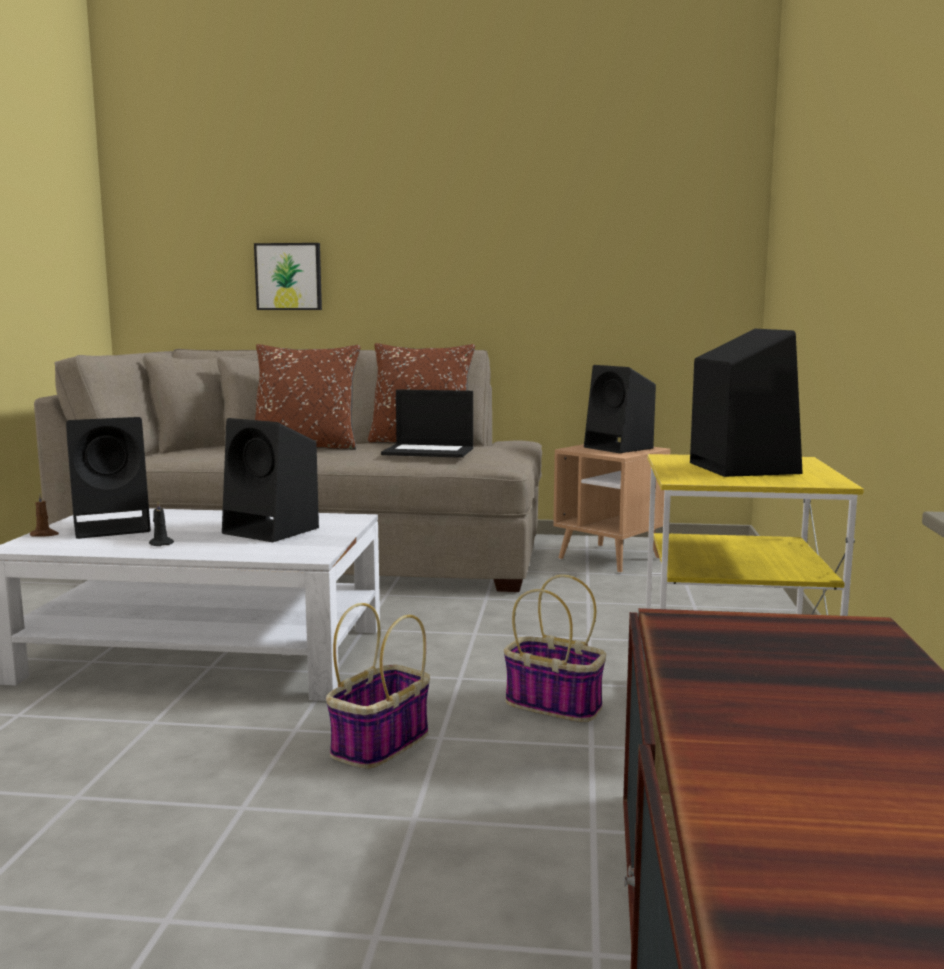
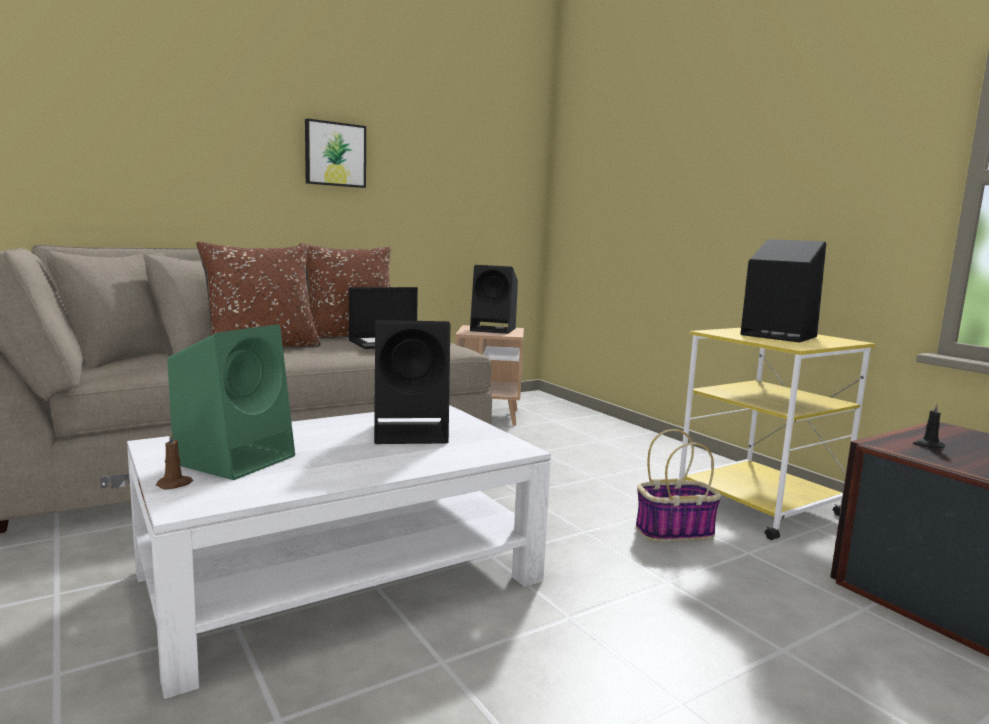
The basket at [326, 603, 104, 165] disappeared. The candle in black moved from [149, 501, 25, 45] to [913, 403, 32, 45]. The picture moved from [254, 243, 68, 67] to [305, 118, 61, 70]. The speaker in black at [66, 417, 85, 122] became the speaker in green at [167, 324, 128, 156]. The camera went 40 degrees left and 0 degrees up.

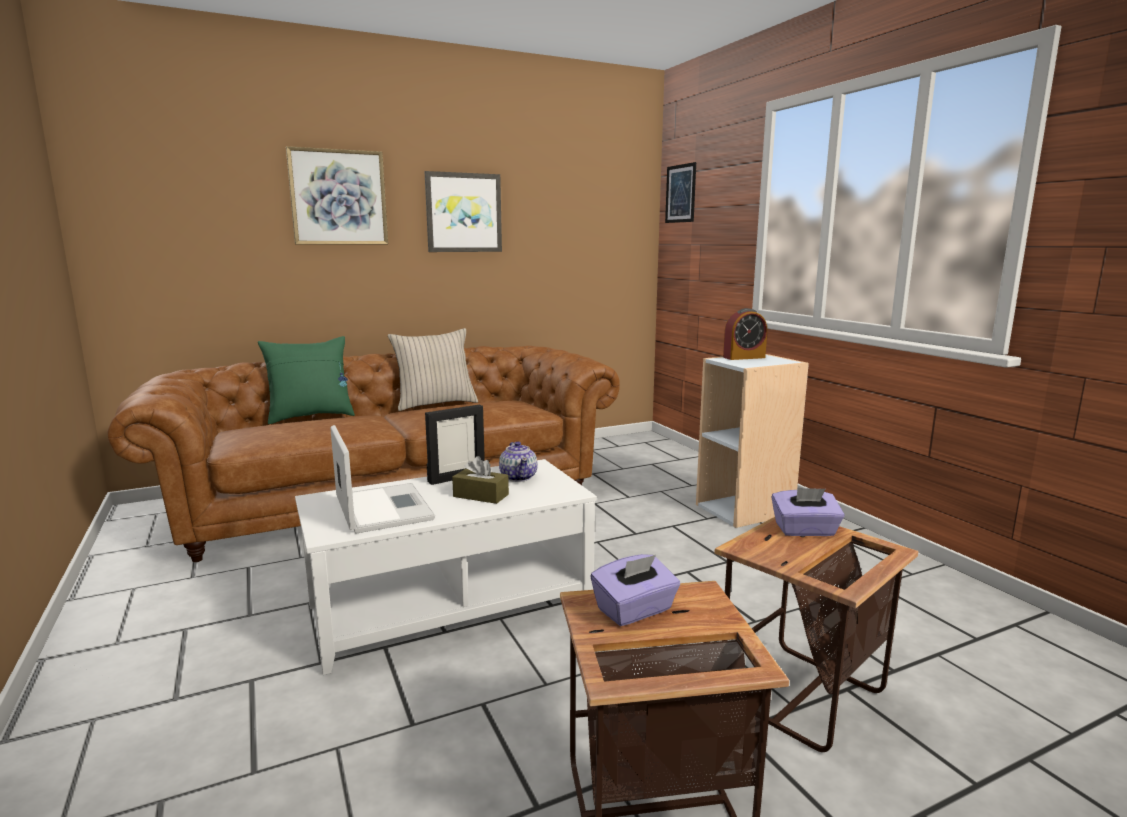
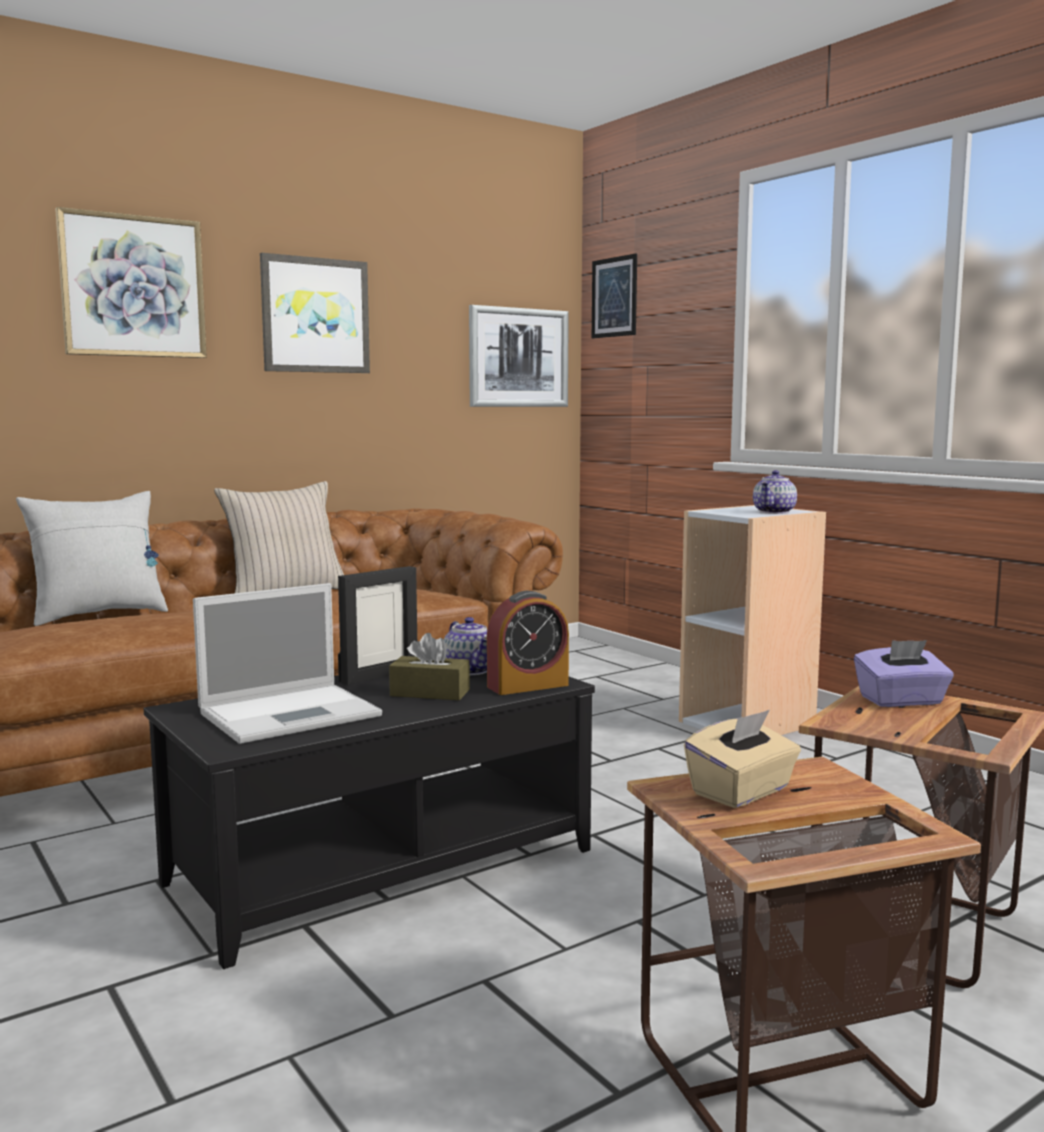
The picture at [469, 305, 100, 102] appeared. The teapot at [753, 470, 44, 44] appeared. The alarm clock moved from [723, 308, 44, 52] to [487, 591, 82, 104]. The pillow in green at [258, 336, 97, 88] became the pillow in grey at [16, 491, 152, 135]. The coffee table in white at [295, 459, 302, 216] became the coffee table in black at [143, 673, 452, 296]. The tissue box in purple at [591, 554, 89, 72] became the tissue box in beige at [684, 710, 117, 98]. The laptop at [330, 425, 105, 109] turned 90 degrees clockwise. The camera went 10 degrees left and 5 degrees down.

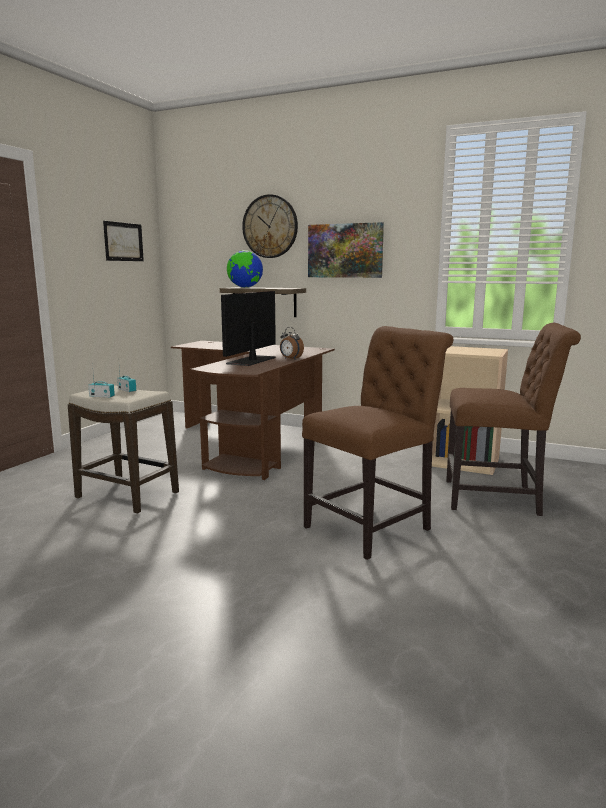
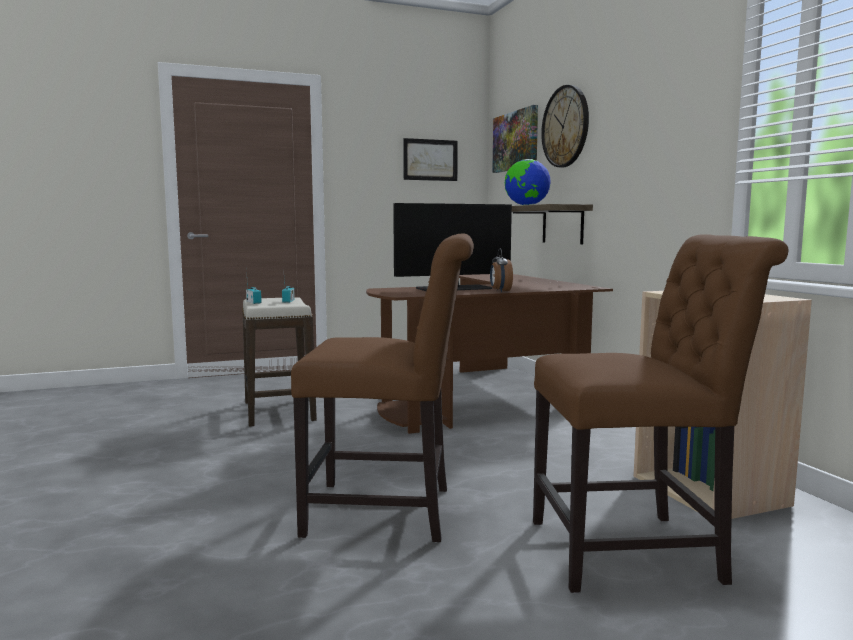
The picture moved from [308, 222, 76, 56] to [492, 105, 46, 68]. The chair in brown at [446, 323, 135, 193] turned 60 degrees counterclockwise. The camera went 45 degrees right and 5 degrees down.

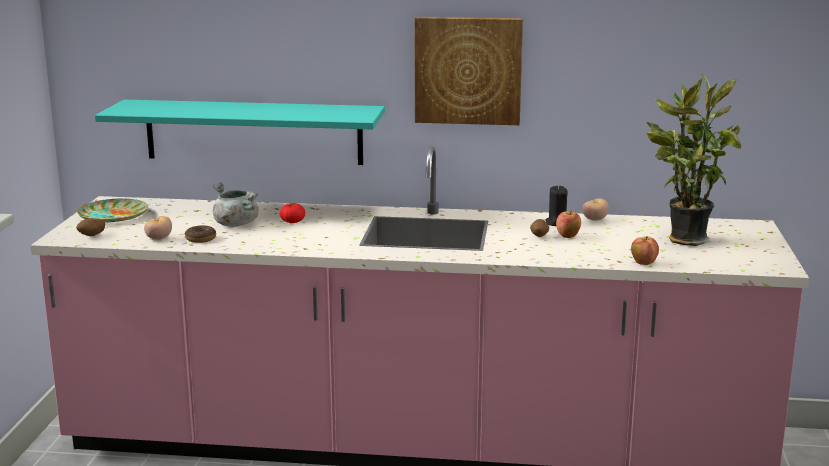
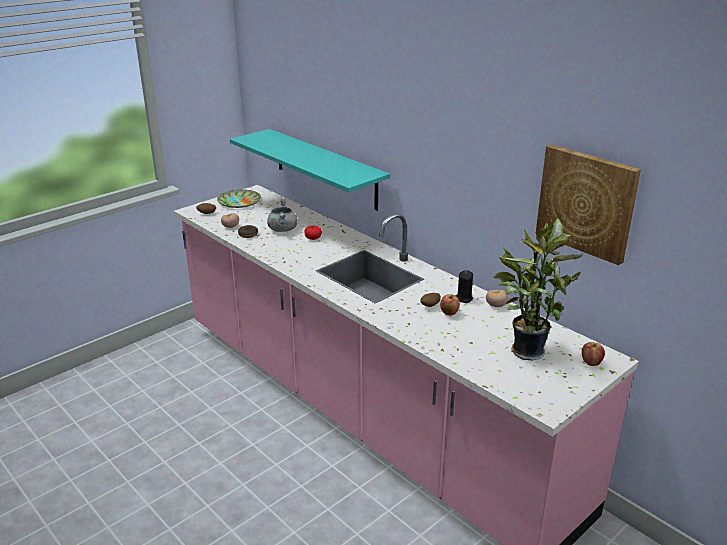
The picture moved from [415, 17, 108, 108] to [536, 144, 105, 121]. The apple moved from [631, 236, 28, 29] to [582, 342, 23, 24]. The camera went 40 degrees right and 10 degrees up.

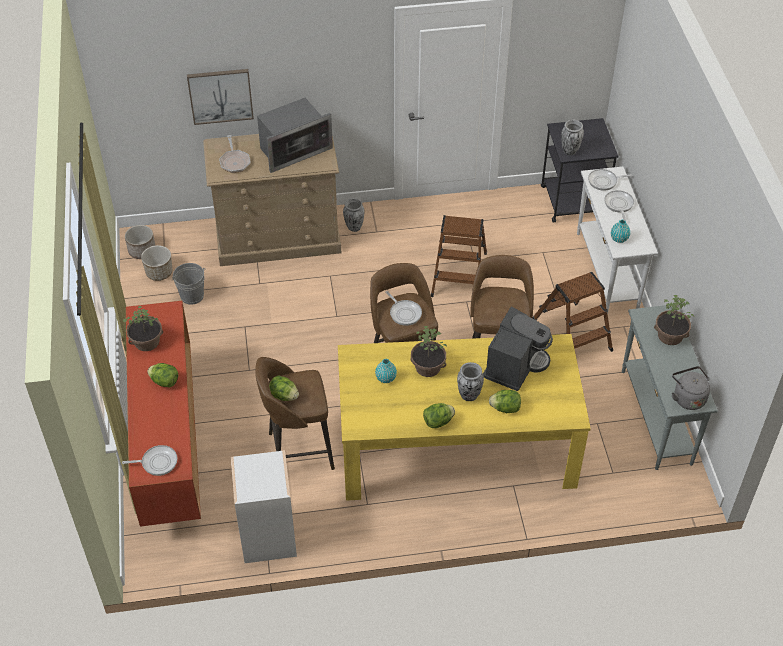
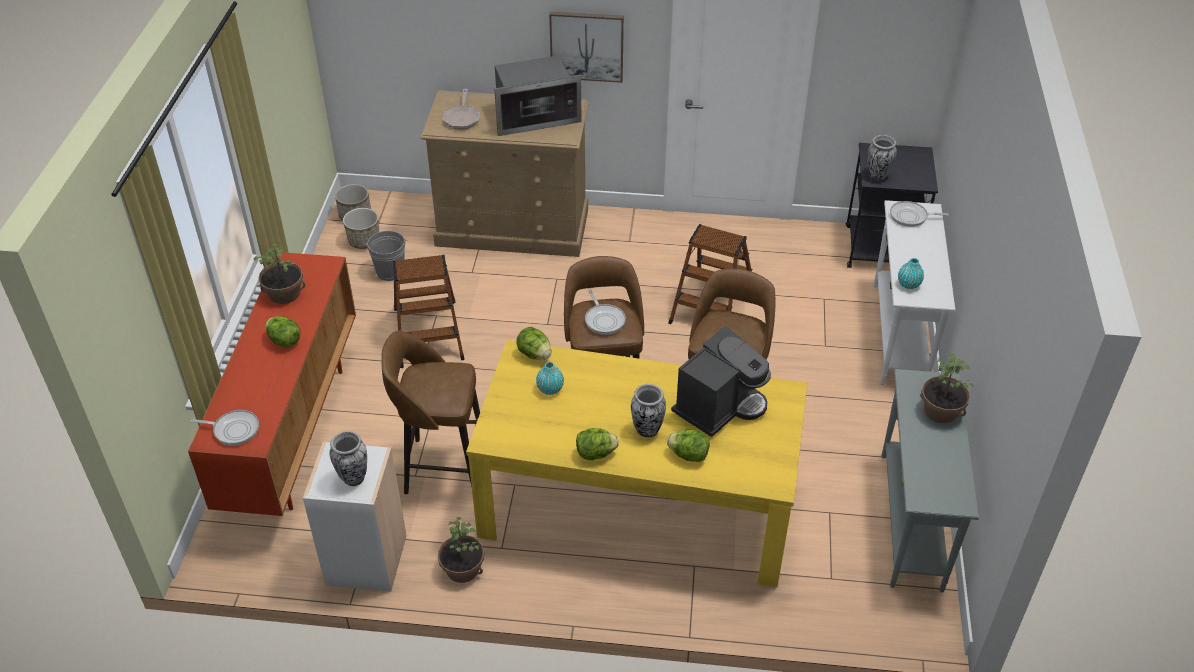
The frying pan at [604, 190, 30, 31] disappeared. The kettle in grey at [672, 366, 38, 44] disappeared. The picture moved from [187, 69, 67, 56] to [549, 12, 75, 71]. The lettuce moved from [269, 375, 30, 26] to [516, 327, 36, 33]. The vase moved from [343, 198, 22, 34] to [330, 431, 37, 55]. The potted plant moved from [410, 326, 37, 51] to [438, 517, 46, 66]. The step ladder in brown moved from [533, 272, 80, 80] to [393, 254, 71, 114]. The camera went 15 degrees right and 5 degrees down.

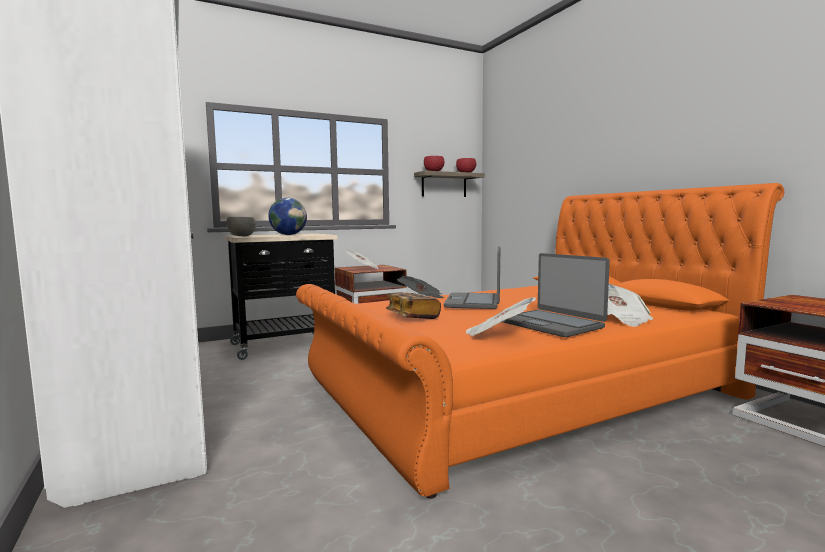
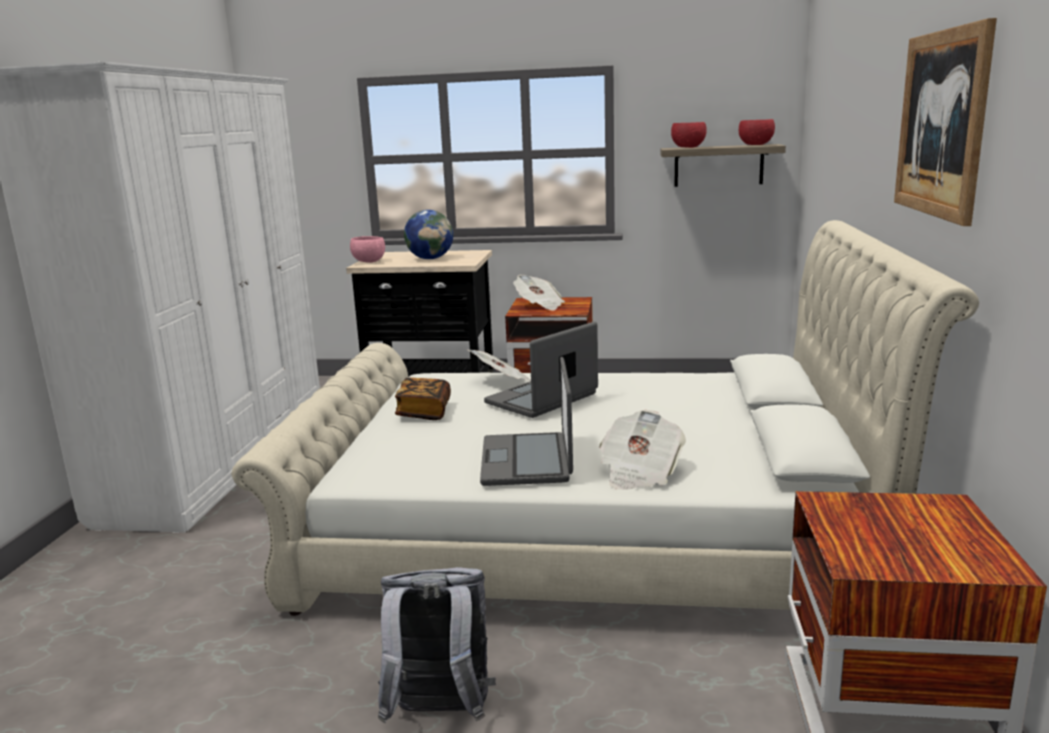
The newspaper at [466, 297, 70, 39] disappeared. The backpack in grey at [378, 567, 118, 156] appeared. The picture at [894, 18, 103, 208] appeared. The bowl in grey at [226, 217, 30, 20] became the bowl in pink at [350, 236, 35, 27]. The bed in orange at [296, 183, 488, 316] became the bed in beige at [231, 220, 748, 396]. The camera went 35 degrees right and 10 degrees up.

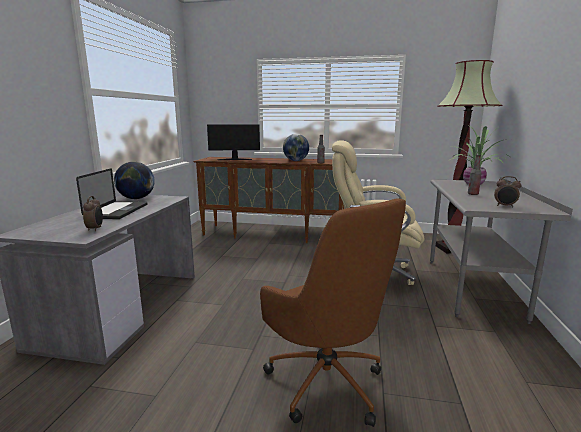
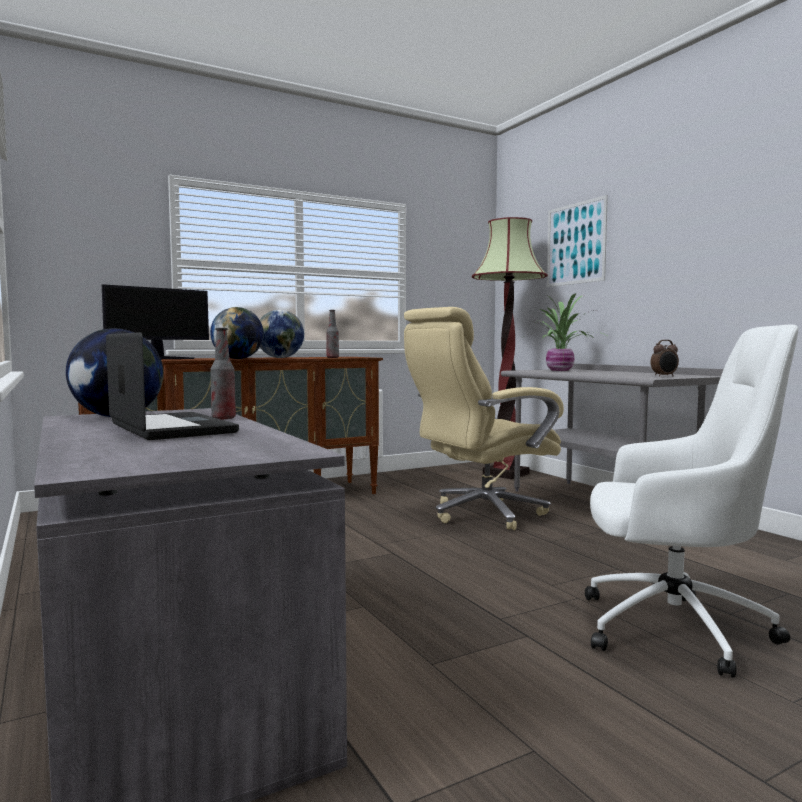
The alarm clock at [83, 196, 20, 35] disappeared. The globe at [210, 307, 54, 52] appeared. The picture at [547, 195, 61, 92] appeared. The bottle moved from [468, 155, 14, 40] to [211, 328, 25, 91]. The office chair in brown at [260, 199, 146, 228] became the office chair in white at [585, 325, 213, 353]. The camera went 40 degrees left and 10 degrees down.

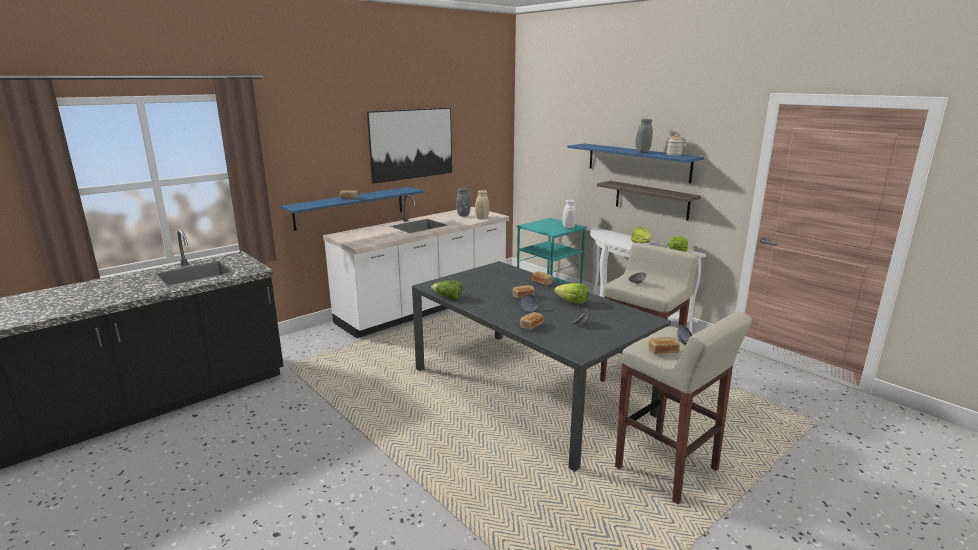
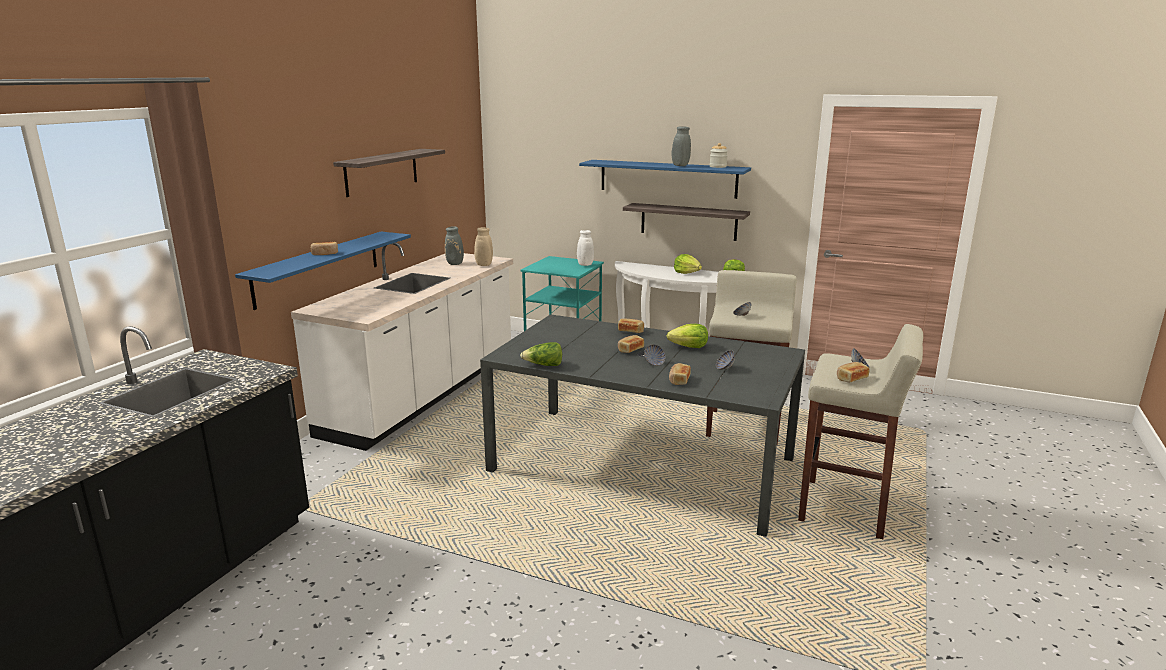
The picture at [367, 108, 85, 76] was replaced by the shelf at [333, 149, 112, 48]. The camera went 25 degrees left and 0 degrees up.

